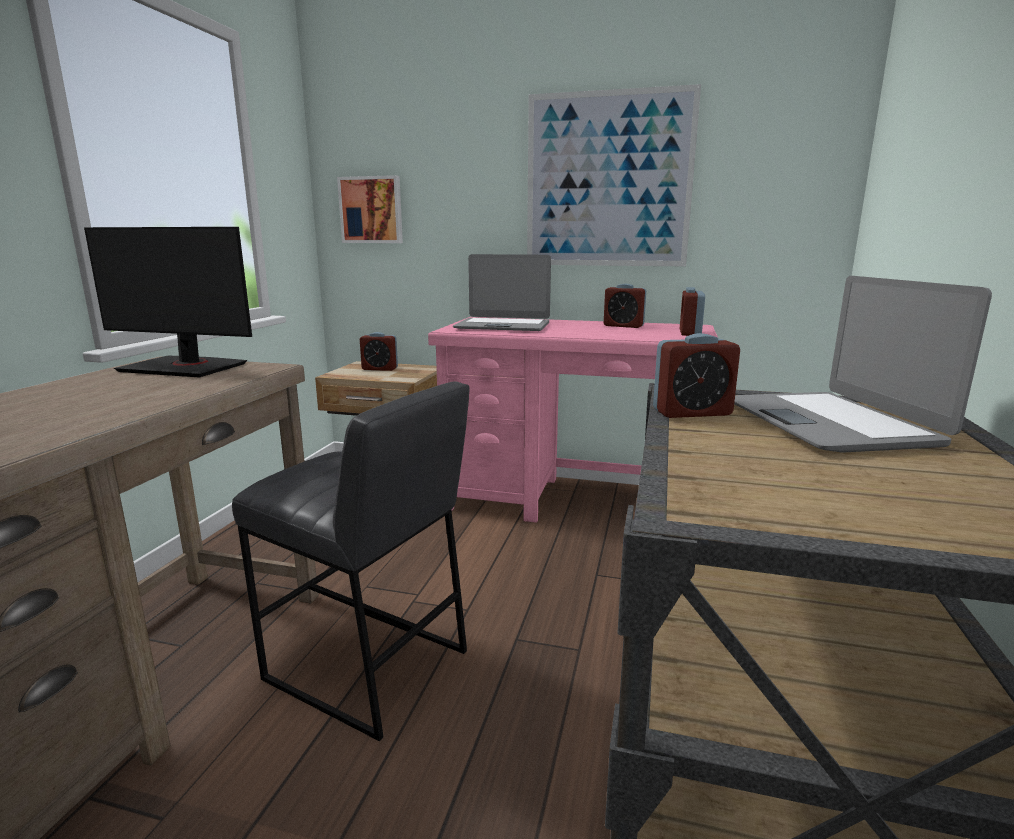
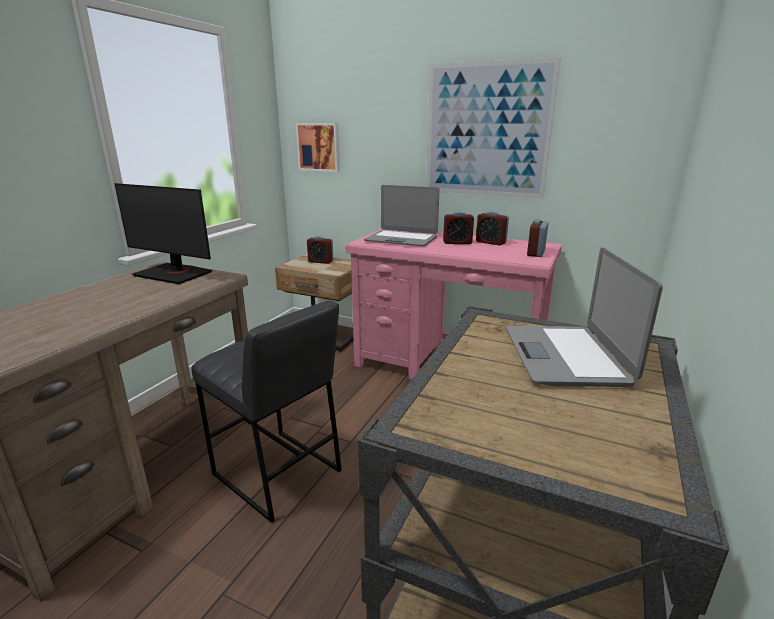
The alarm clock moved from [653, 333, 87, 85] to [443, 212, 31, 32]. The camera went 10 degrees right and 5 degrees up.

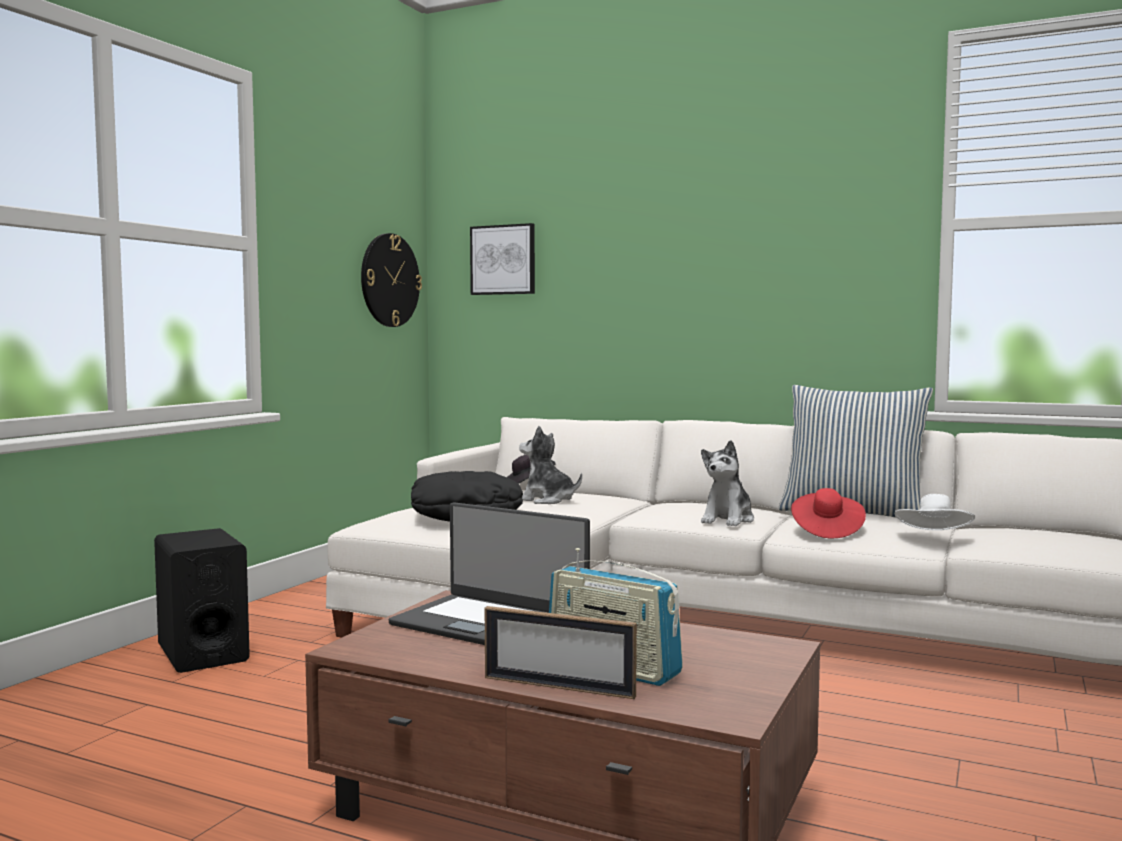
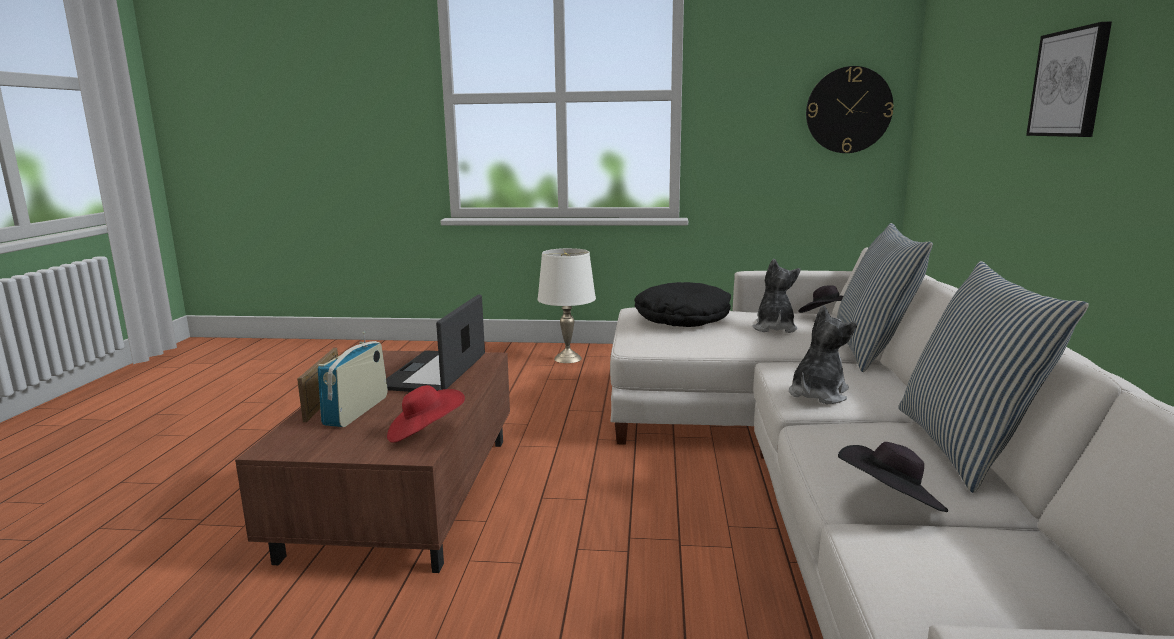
The pillow at [837, 223, 96, 149] appeared. The picture moved from [470, 223, 65, 72] to [1026, 22, 86, 115]. The hat in red moved from [791, 488, 75, 50] to [387, 385, 78, 58]. The speaker in black at [154, 528, 96, 145] was replaced by the table lamp in white at [537, 248, 59, 115]. The hat in white at [895, 494, 80, 37] became the hat in black at [838, 442, 110, 70]. The plush toy at [701, 440, 53, 86] turned 120 degrees clockwise. The camera went 70 degrees right and 10 degrees up.

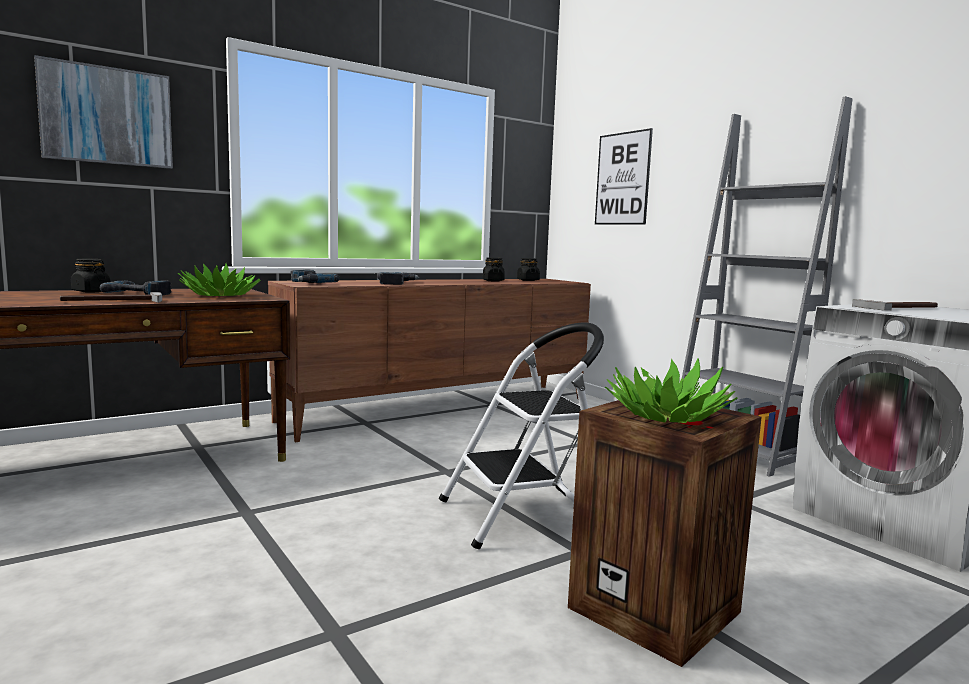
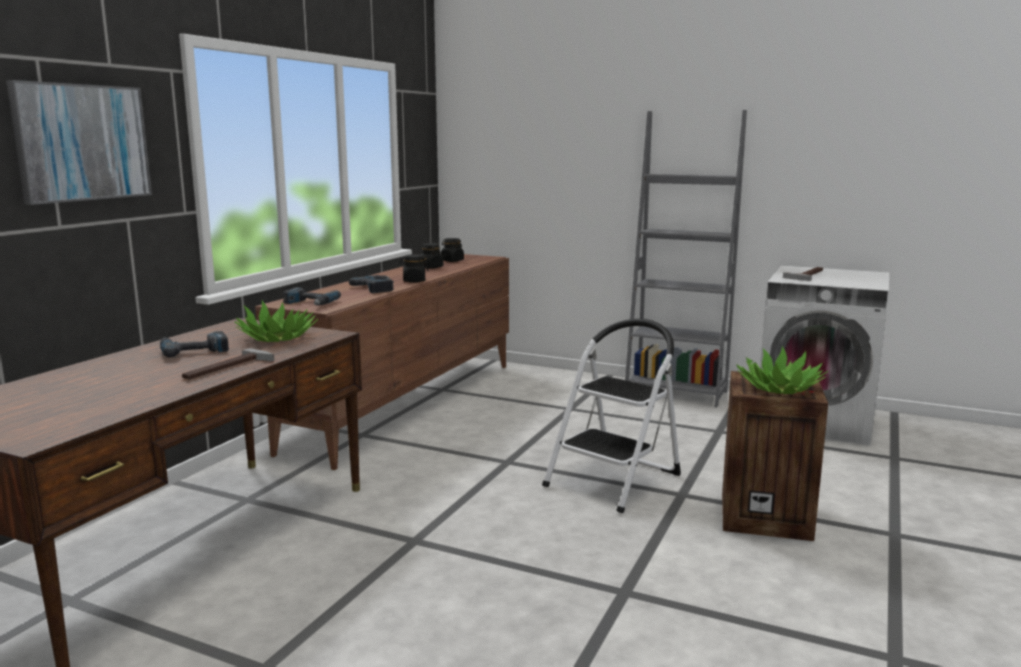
The picture at [595, 128, 58, 97] disappeared. The jar in black moved from [71, 259, 39, 33] to [399, 255, 29, 28]. The camera went 30 degrees left and 5 degrees up.

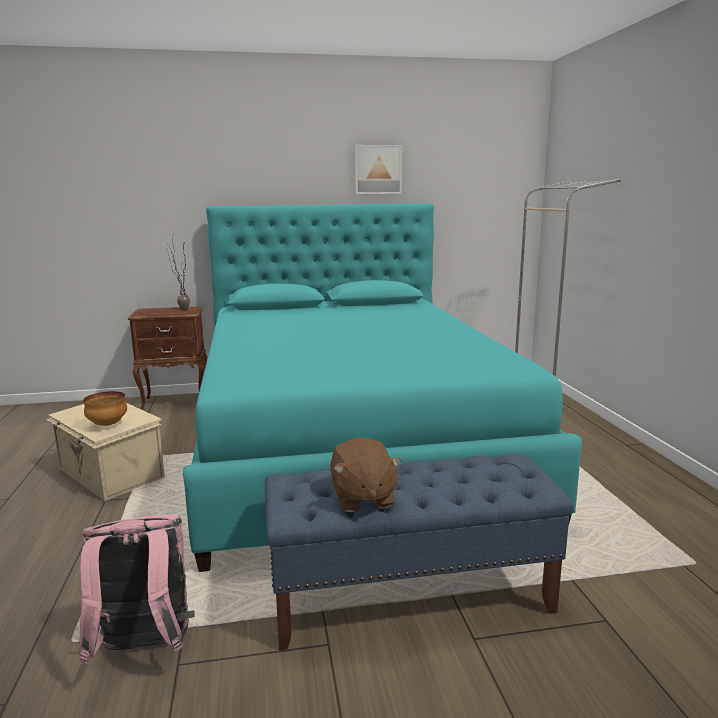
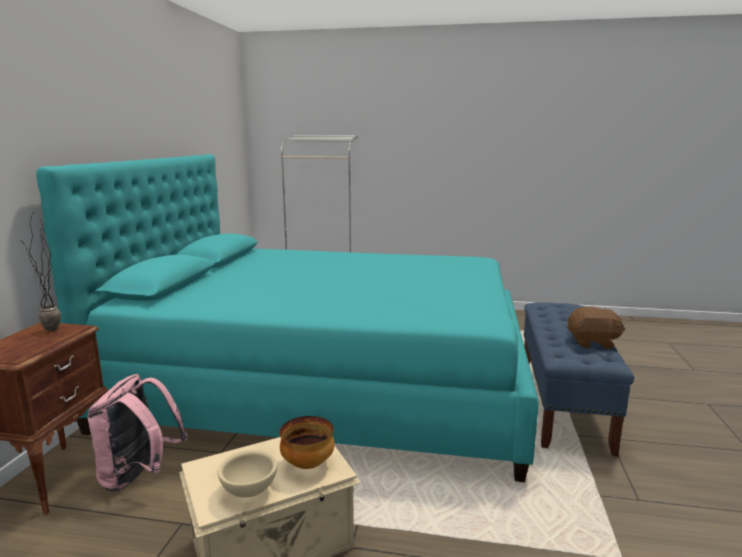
The picture at [355, 145, 47, 49] disappeared. The bowl in beige at [218, 449, 60, 49] appeared. The backpack in pink moved from [79, 514, 116, 151] to [88, 374, 100, 118]. The camera went 70 degrees left and 0 degrees up.

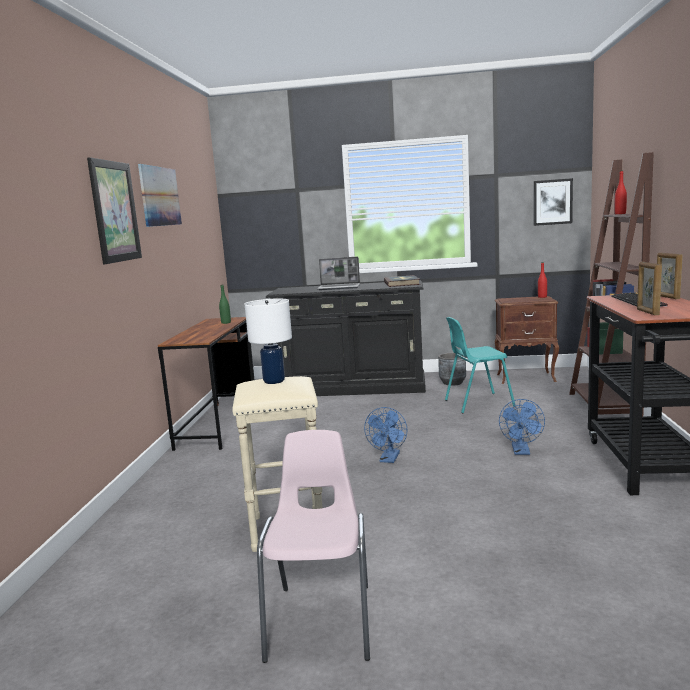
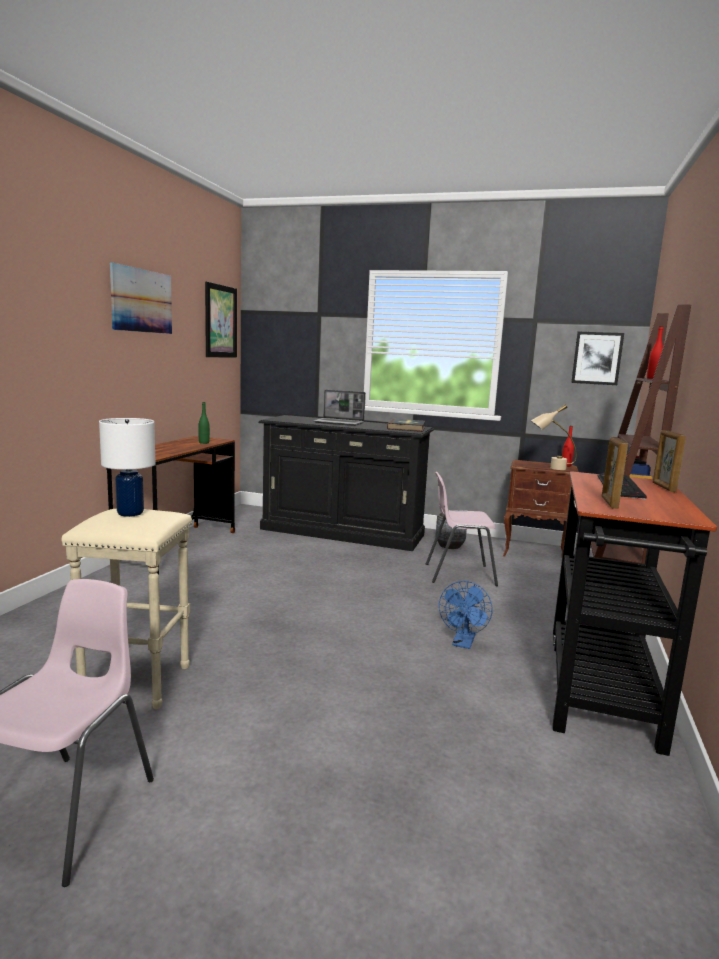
The fan in blue at [364, 407, 44, 56] disappeared. The table lamp in beige at [531, 404, 46, 66] appeared. The picture moved from [87, 157, 55, 107] to [205, 282, 32, 76]. The chair in turquoise at [445, 317, 70, 96] became the chair in pink at [426, 472, 72, 114]. The camera went 10 degrees right and 0 degrees up.

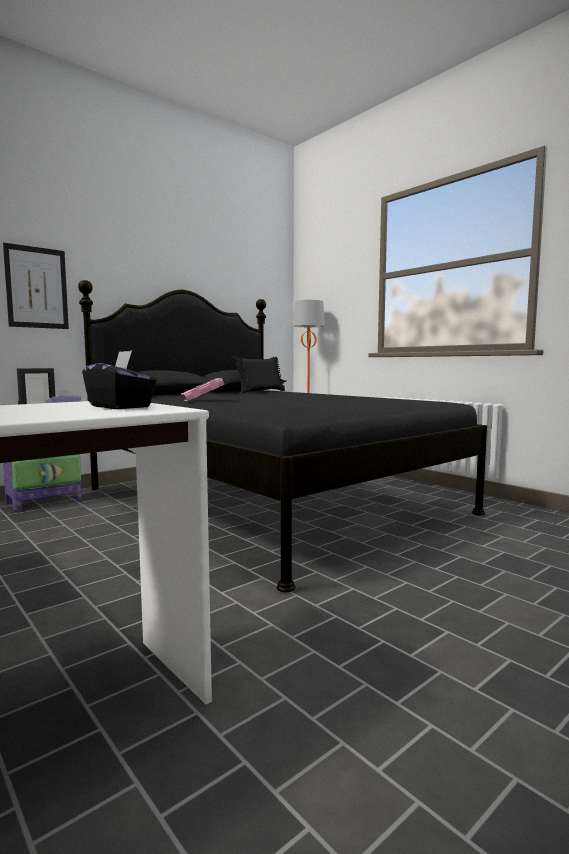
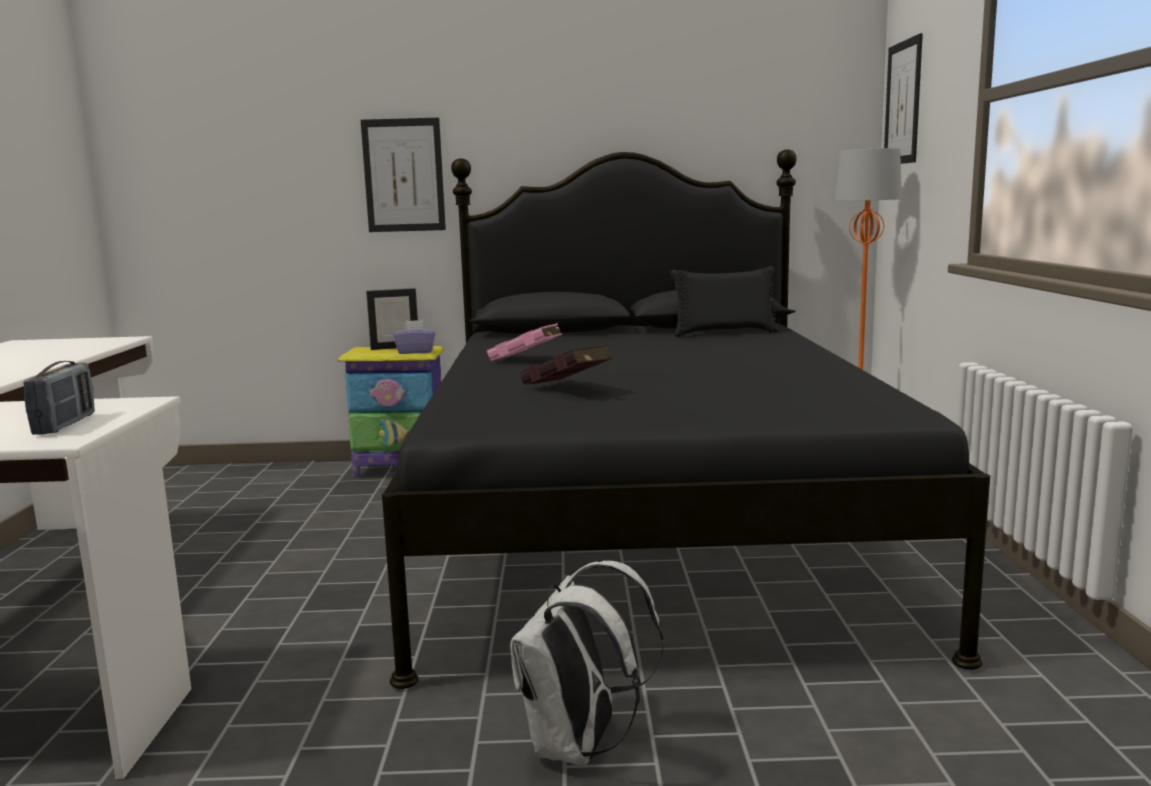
The backpack in white at [510, 561, 153, 204] appeared. The book in red at [520, 345, 93, 40] appeared. The picture at [884, 33, 39, 131] appeared. The tissue box in black at [82, 350, 75, 59] was replaced by the radio at [23, 361, 72, 74]. The camera went 40 degrees right and 5 degrees up.

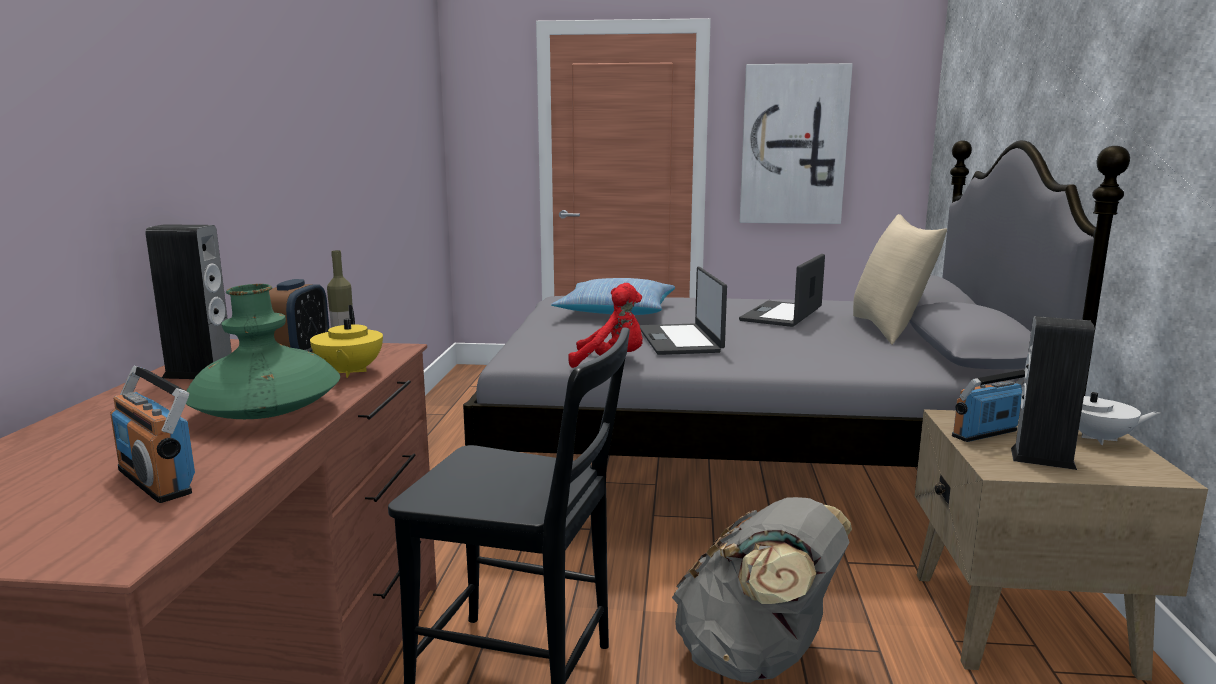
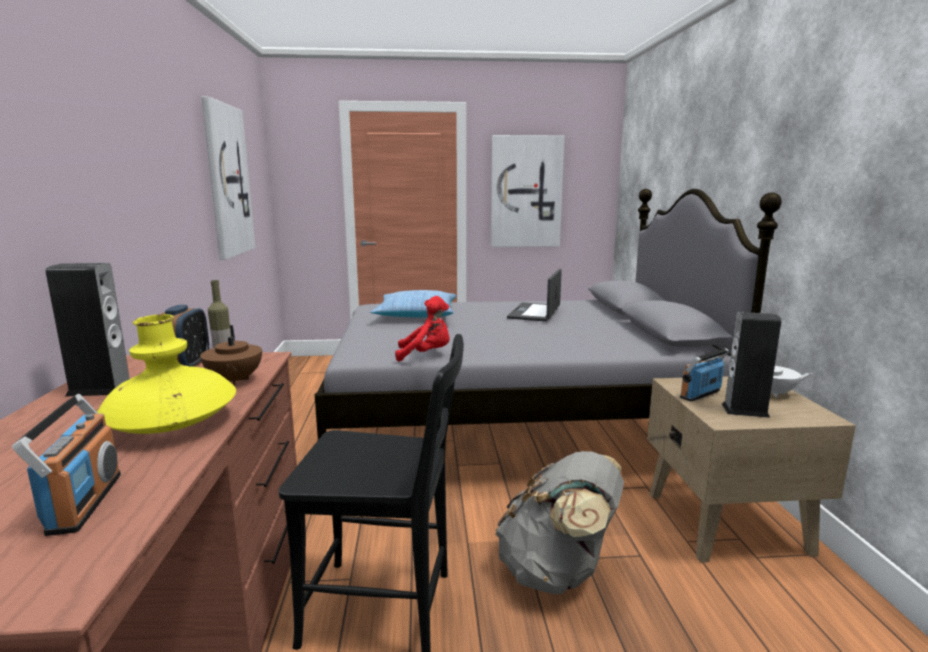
The laptop at [640, 267, 87, 88] disappeared. The pillow in beige at [853, 214, 94, 131] disappeared. The picture at [201, 96, 54, 164] appeared. The vase in green at [186, 284, 154, 135] became the vase in yellow at [97, 314, 139, 120]. The teapot in yellow at [310, 305, 73, 73] became the teapot in brown at [200, 325, 62, 61]. The radio at [110, 366, 85, 137] turned 135 degrees counterclockwise. The camera went 10 degrees left and 0 degrees up.

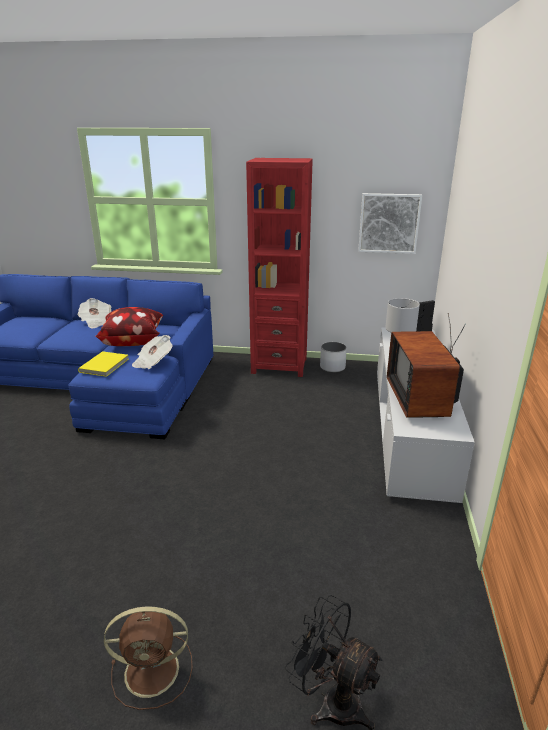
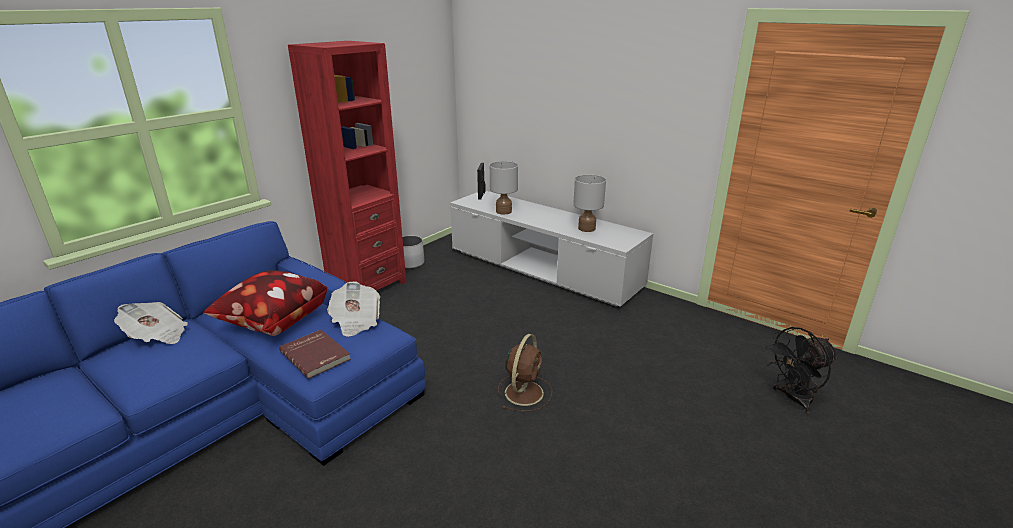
The picture at [358, 193, 64, 61] disappeared. The fan in brown moved from [104, 606, 89, 104] to [498, 334, 54, 77]. The television at [387, 313, 79, 105] was replaced by the table lamp in grey at [573, 174, 33, 58]. The book in yellow at [78, 351, 51, 26] became the book in red at [279, 330, 72, 49]. The camera went 60 degrees left and 0 degrees up.

